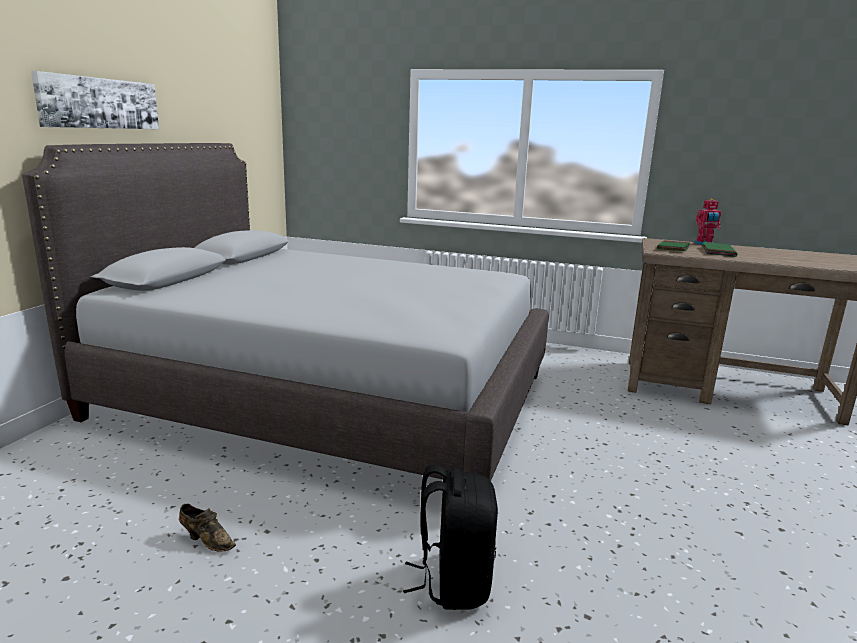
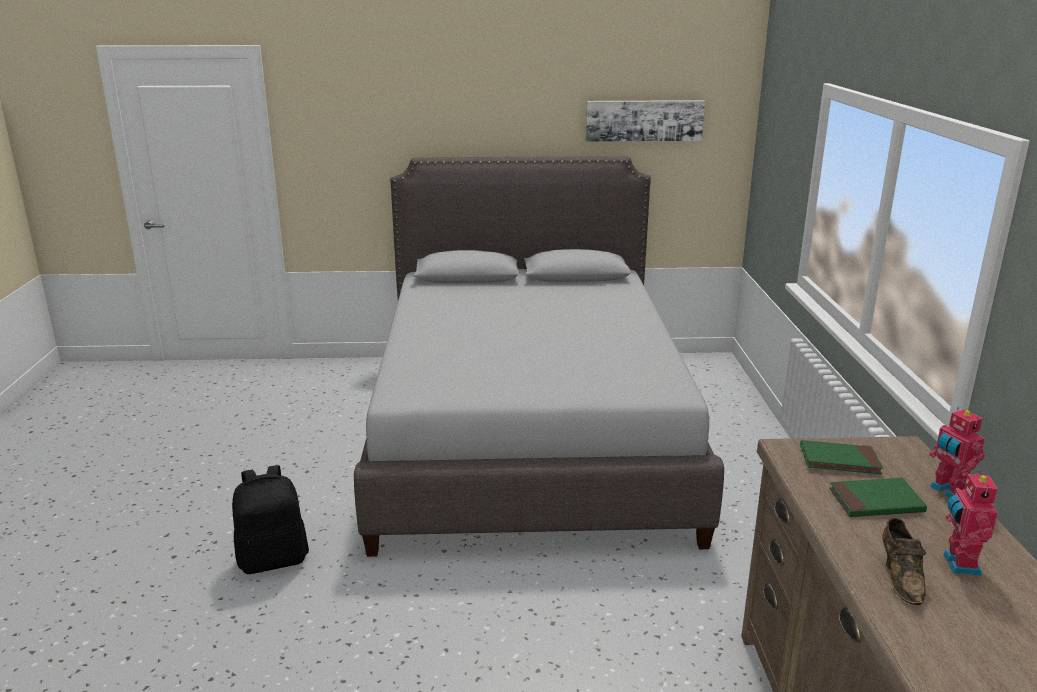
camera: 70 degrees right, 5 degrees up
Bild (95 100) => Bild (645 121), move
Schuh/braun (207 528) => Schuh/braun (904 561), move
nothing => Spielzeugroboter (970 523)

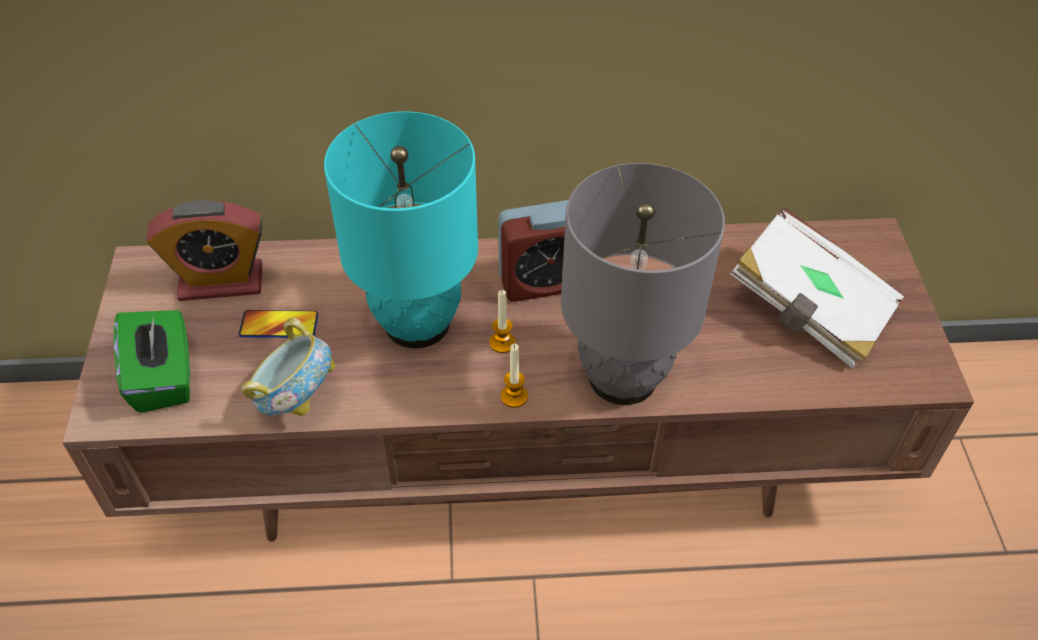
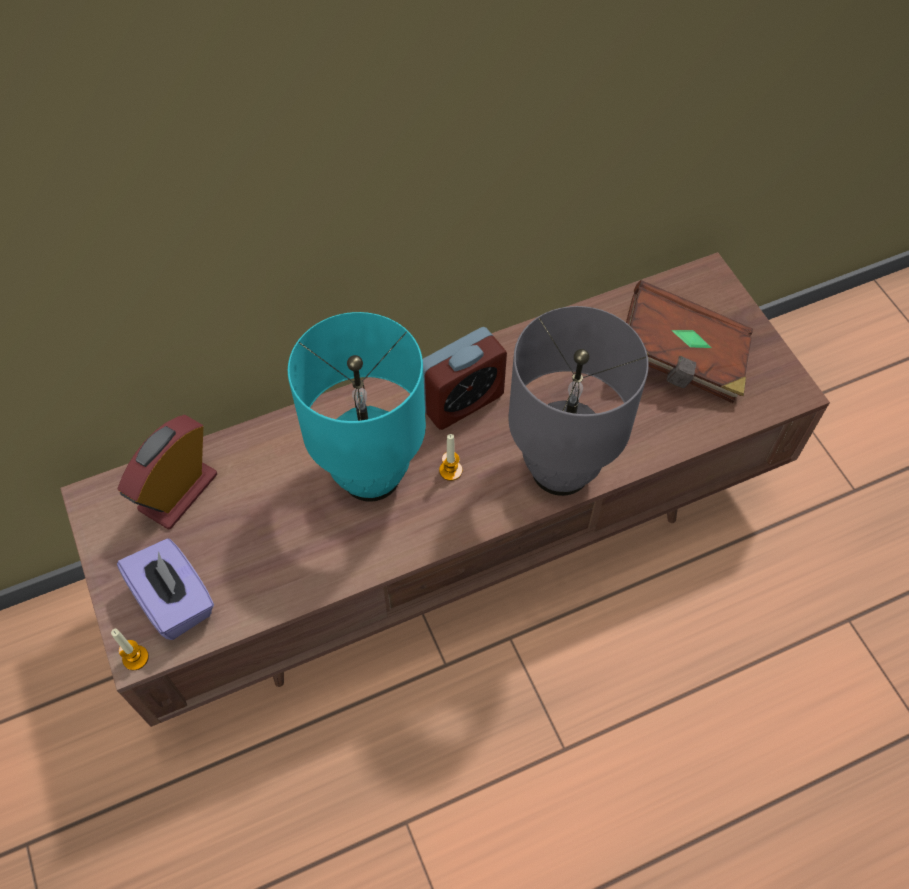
camera: 20 degrees left, 10 degrees up
Wecker (205 250) => Wecker (167 472), 150 degrees clockwise
Buch/weiß (817 287) => Buch/braun (689 341)
Taschentuchbox/grün (152 361) => Taschentuchbox/lila (165 589)
Handy (278 324) => nothing
Schüssel (288 367) => nothing
Kerze (514 376) => Kerze (130 649), move

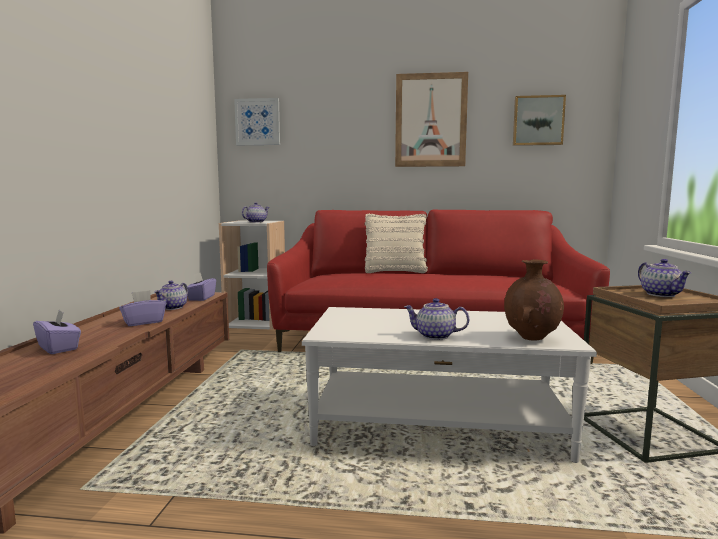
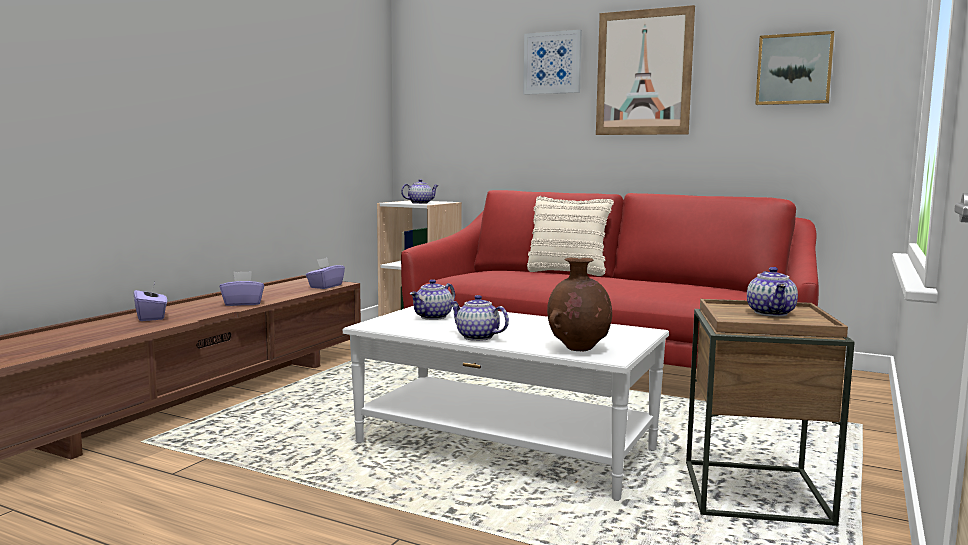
camera: 20 degrees right, 0 degrees up
Bild (257 121) => Bild (552 62), move
Teekanne (171 295) => Teekanne (432 299), move

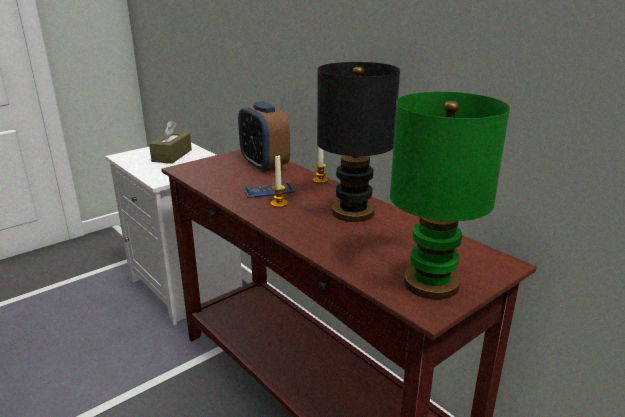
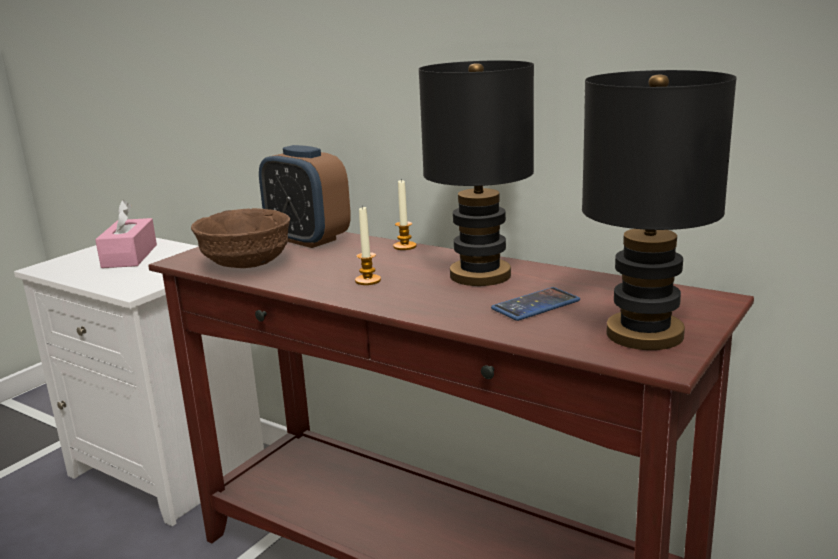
camera: 15 degrees left, 5 degrees down
Tischlampe/grün (450 195) => Tischlampe/schwarz (659 210)
Taschentuchbox/braun (170 142) => Taschentuchbox/rosa (126 234)
Handy (269 190) => Handy (535 304), move
nothing => Schüssel/braun (240 238)

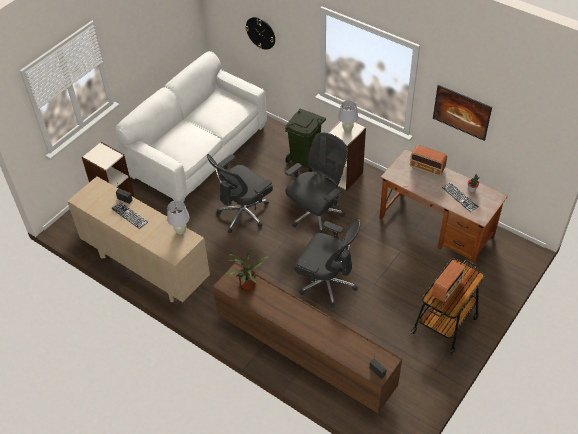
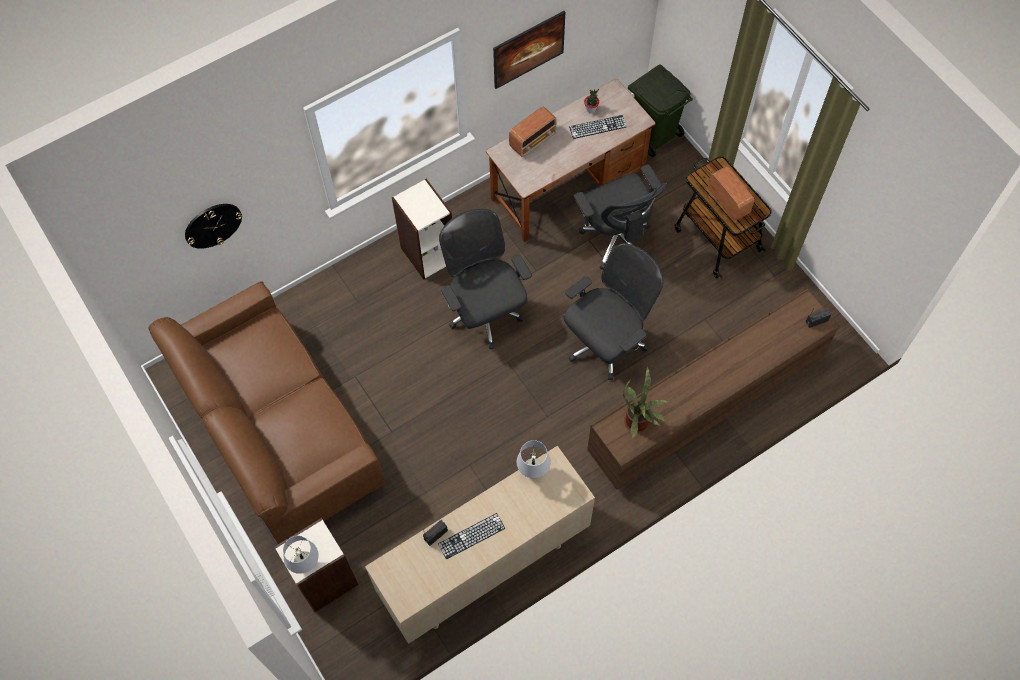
camera: 70 degrees left, 15 degrees up
Sofa/weiß (191 126) => Sofa/braun (267 412)
Tischlampe/weiß (348 116) => Tischlampe/weiß (301 555), move
Mülleimer/grün (305 140) => Mülleimer/grün (660 110), move
Bürostuhl (240 193) => Bürostuhl (620 217), move

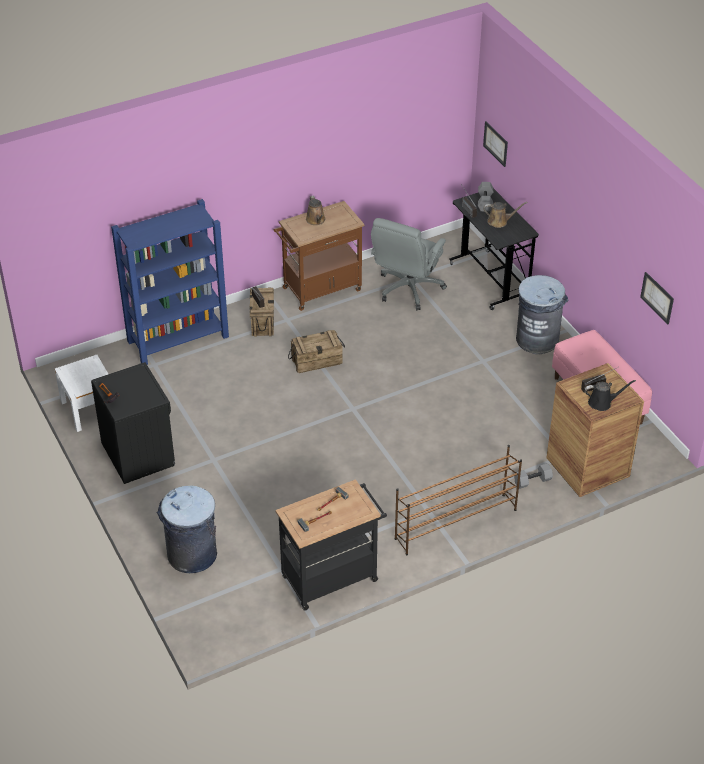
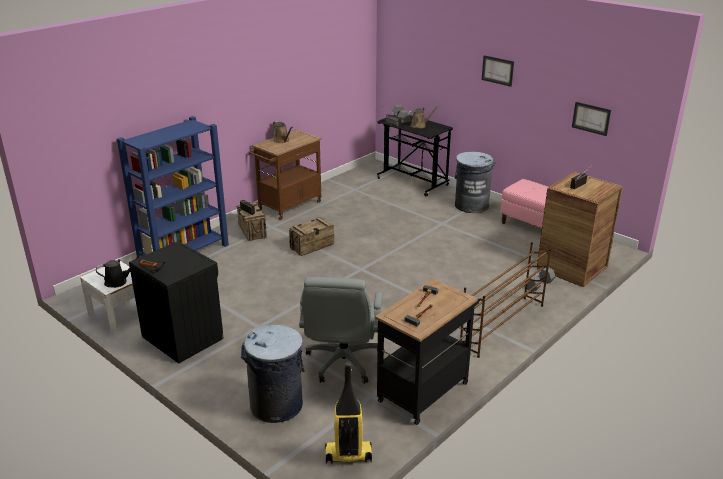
camera: 20 degrees left, 15 degrees down
Bild (495 144) => Bild (498 71), move
Bürostuhl/grau (409 264) => Bürostuhl/grau (341 330), move
Gießkanne/schwarz (610 395) => Gießkanne/schwarz (119 270), move
nothing => Staubsauger (348 413)

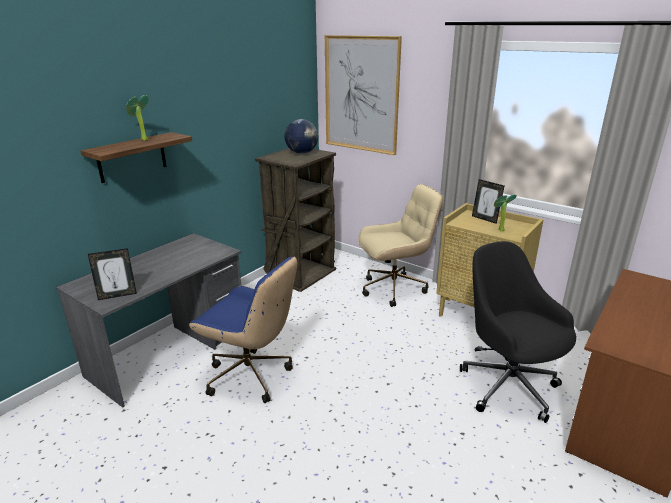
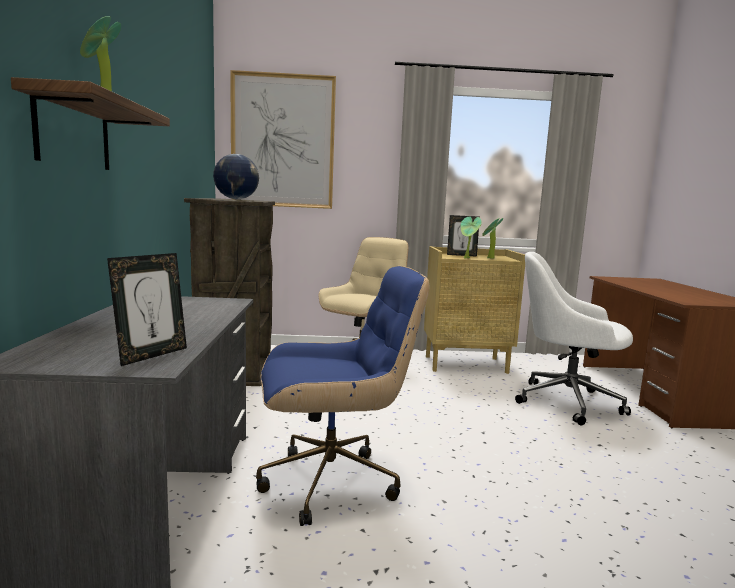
camera: 40 degrees left, 15 degrees down
Bürostuhl/schwarz (518 332) => Bürostuhl/weiß (574 338)
nothing => Topfpflanze (471 237)

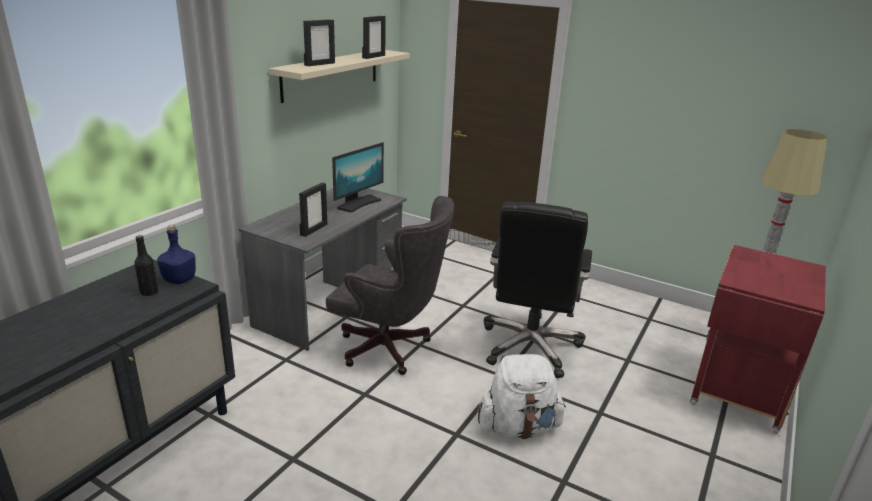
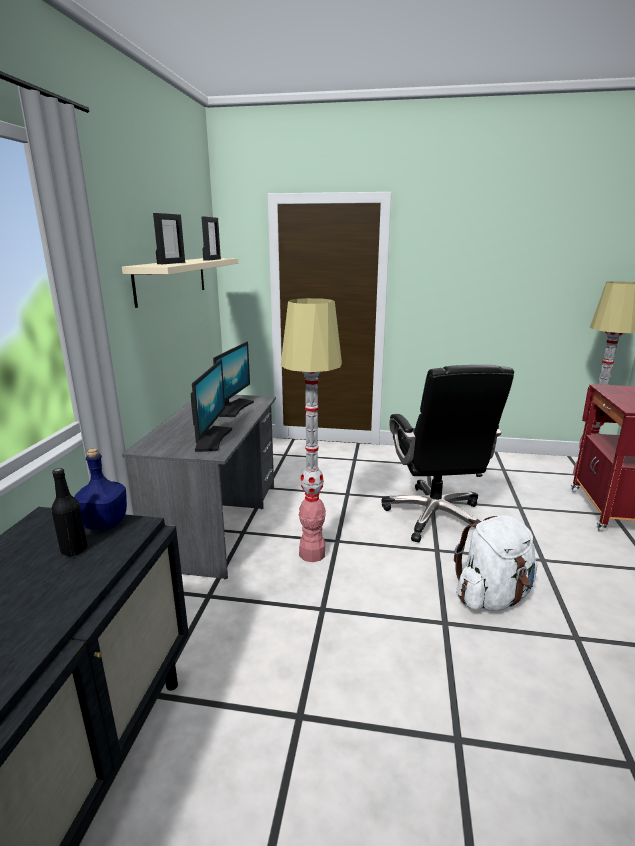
camera: 20 degrees left, 5 degrees down
Bilderrahmen (313 209) => Monitor (211 405)
Bürostuhl/grau (390 285) => Stehlampe (311 430)

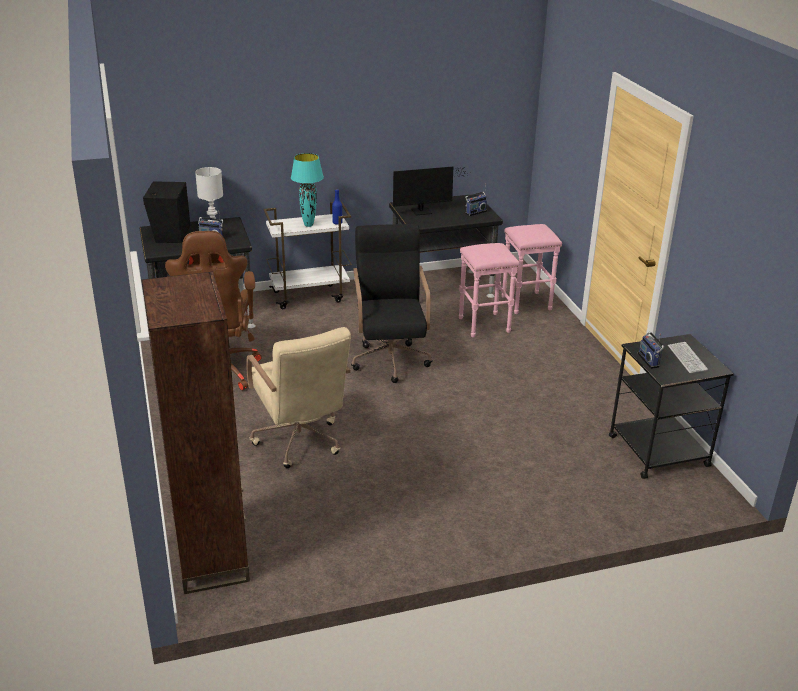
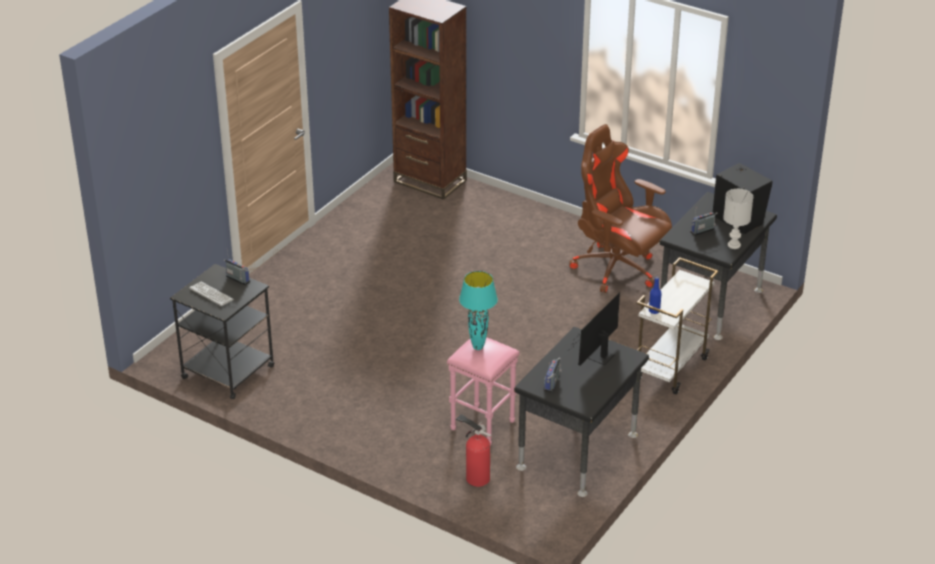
camera: 140 degrees right, 5 degrees up
Tischlampe/türkis (307 190) => Tischlampe/türkis (478 310), move
Bürostuhl/schwarz (392 303) => nothing
Hocker/rosa (532 269) => Feuerlöscher (473 450)
Bürostuhl/beige (298 397) => nothing

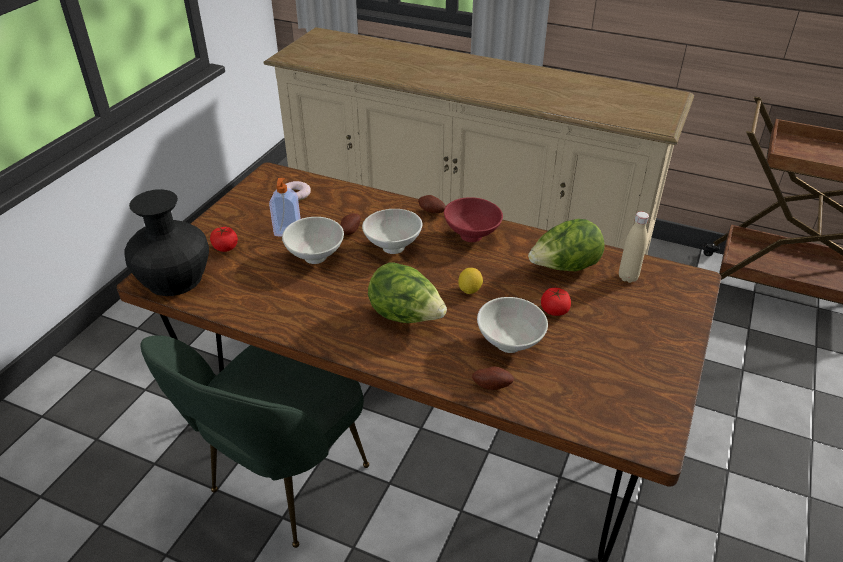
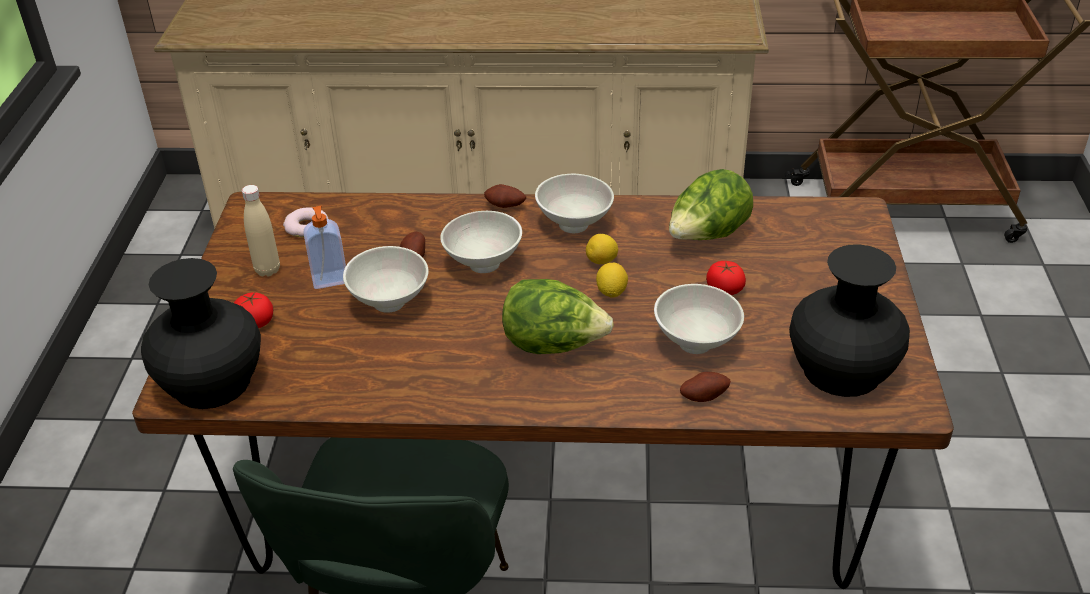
camera: 20 degrees left, 0 degrees up
Schüssel/rot (473 219) => Schüssel/weiß (574 203)
Flasche/beige (634 247) => Flasche/beige (261 230), move
nothing => Zitrone (602 249)
nothing => Vase/schwarz (849 320)

